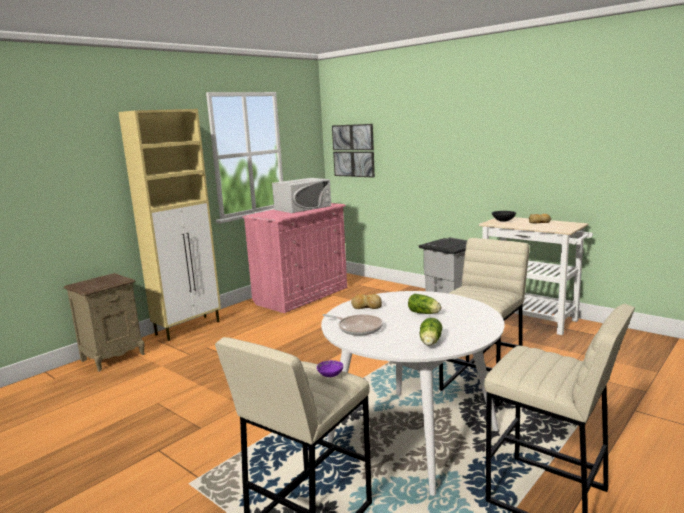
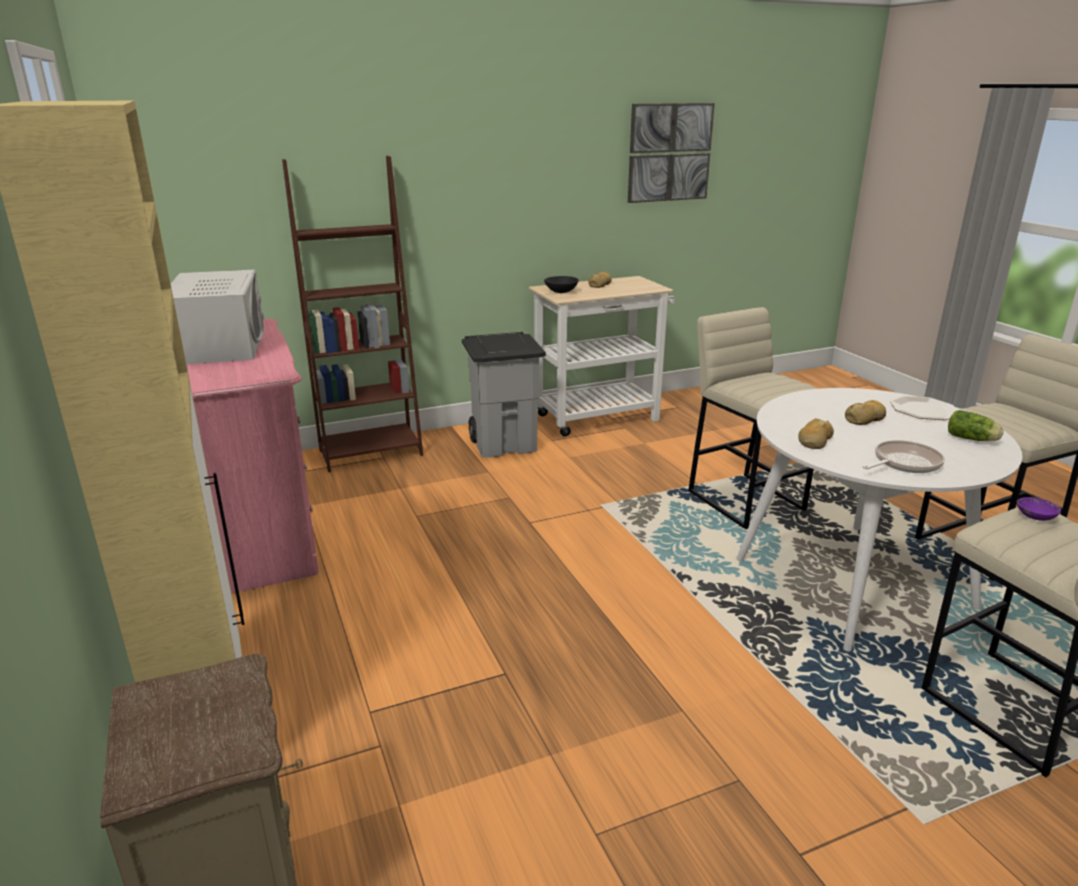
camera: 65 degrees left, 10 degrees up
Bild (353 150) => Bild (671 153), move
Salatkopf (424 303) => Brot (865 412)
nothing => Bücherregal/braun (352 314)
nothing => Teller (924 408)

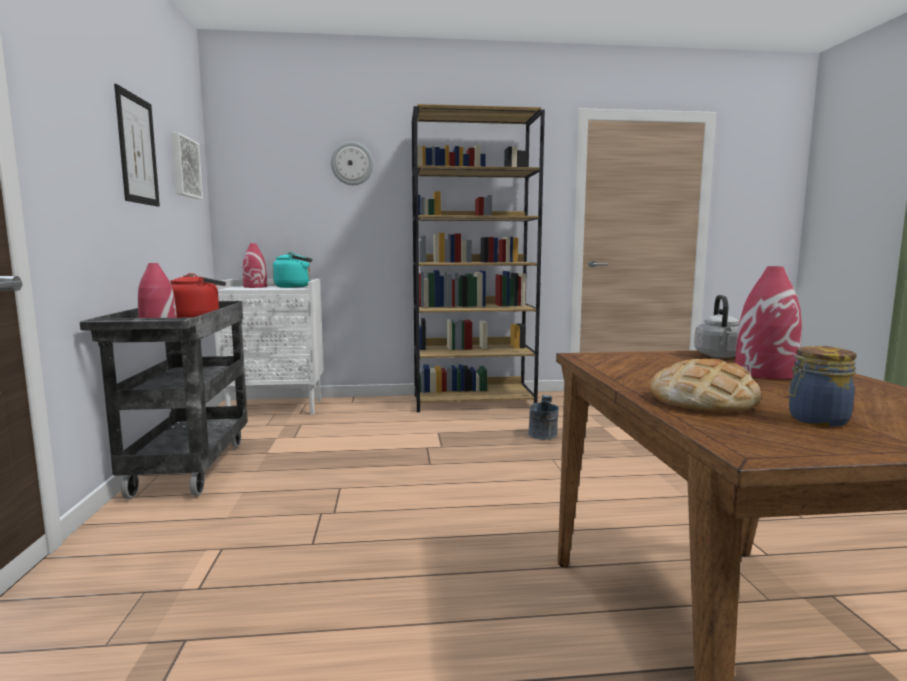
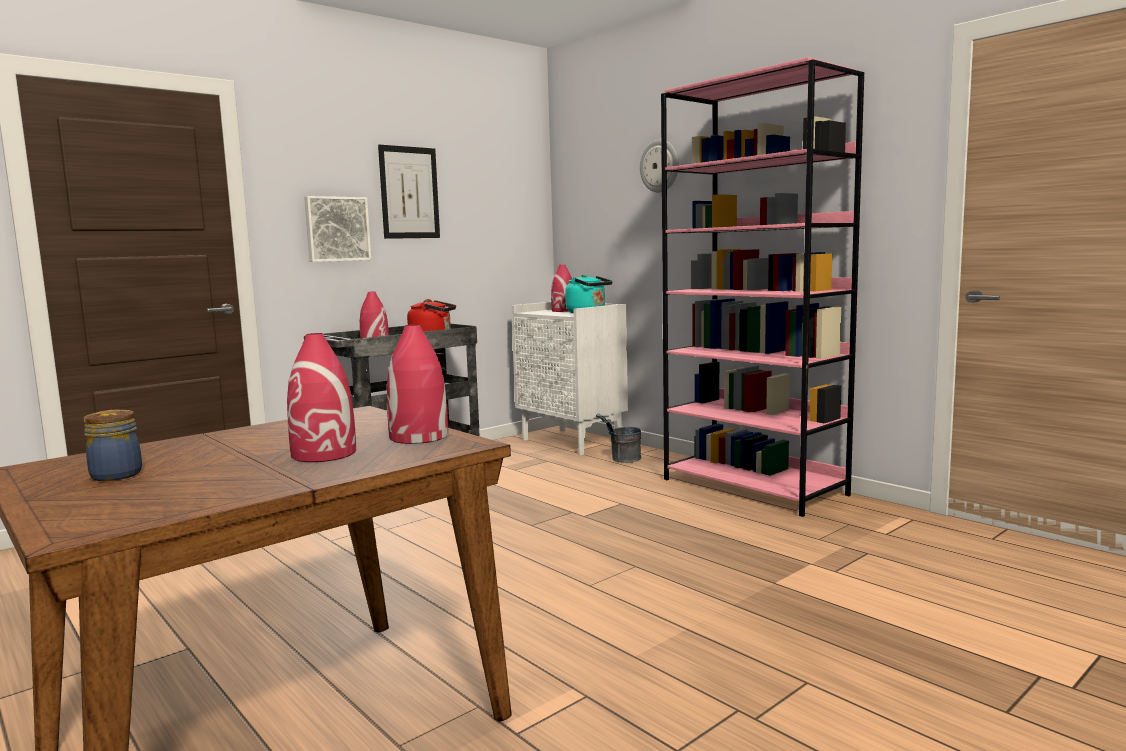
camera: 55 degrees right, 0 degrees up
Bücherregal/braun (478 258) => Bücherregal/rosa (762 287)
Bild (187 165) => Bild (337 229), move
Wasserkessel/grau (717 326) => Vase/rot (417 384)
Brot (705 386) => nothing
Eimer/grau (543 417) => Eimer/grau (618 438), move

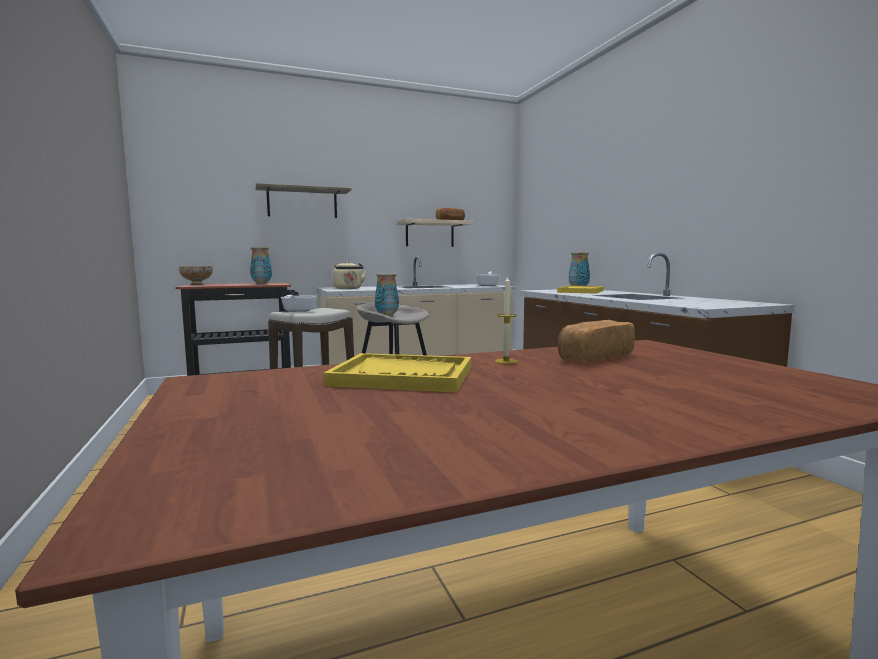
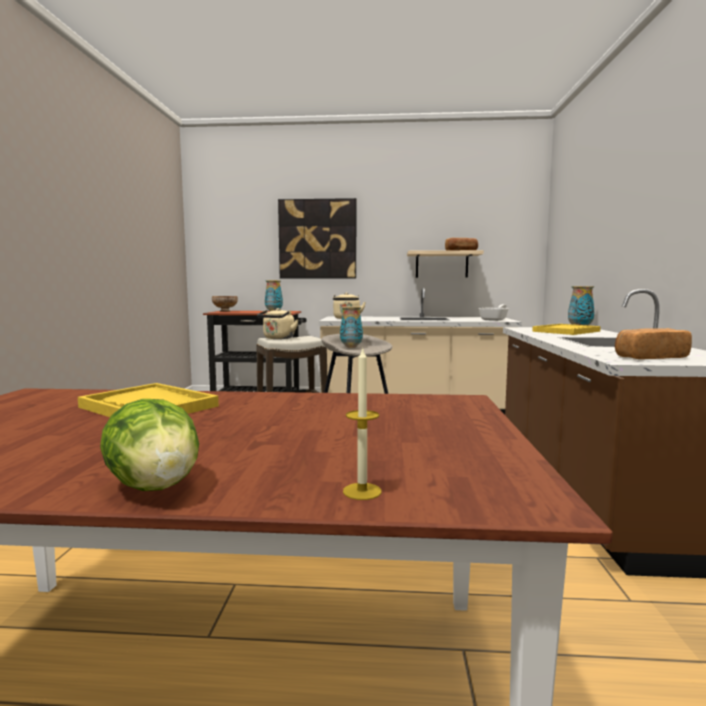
camera: 25 degrees right, 0 degrees up
Wandregal (303 200) => Bild (317 238)
Kerze (506 319) => Kerze (362 423), move
Pfanne (299 303) => Wasserkessel/beige (277 323)
Brot (596 341) => Brot (653 343), move
nothing => Salatkopf (149 445)

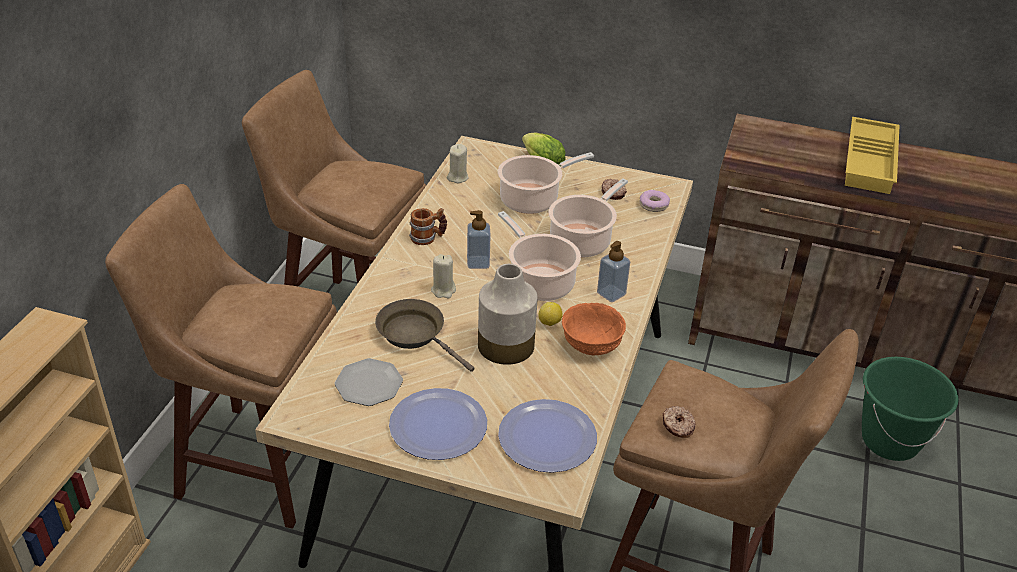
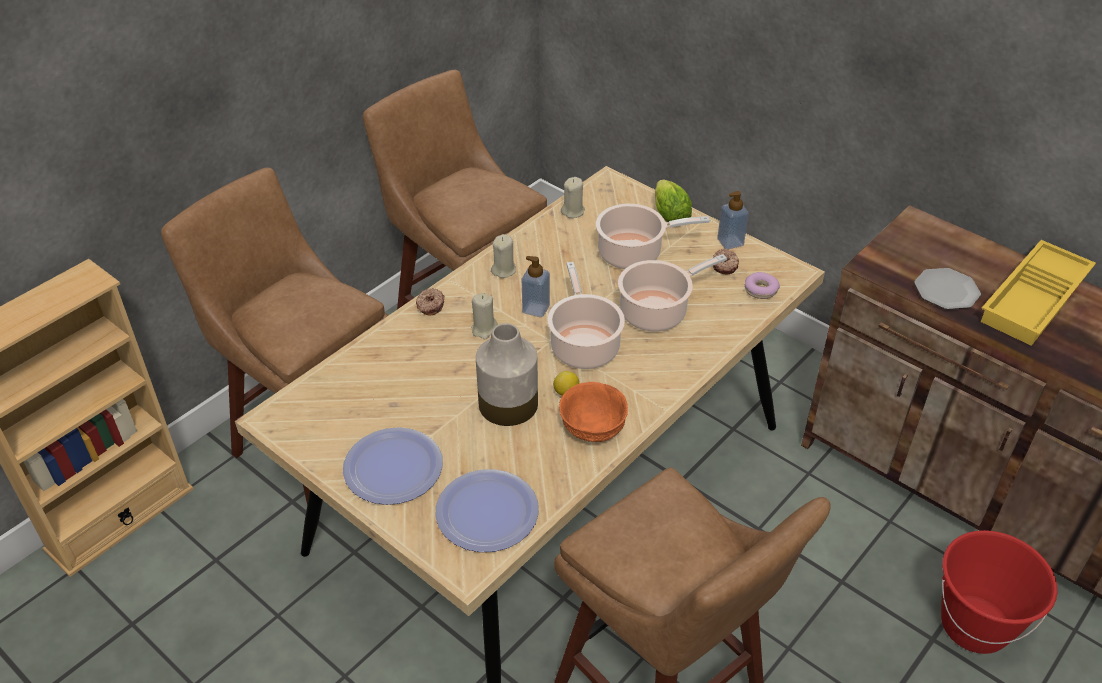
camera: 25 degrees right, 5 degrees up
Henkelbecher (428 226) => Kerze/beige (503 256)
Seifenspender (613 271) => Seifenspender (733 220), move
Pfanne/braun (425 335) => nothing
Eimer/grün (910 409) => Eimer/rot (999 592)
Teller (369 382) => Teller (947 288), move
Donut (679 422) => Donut (430 302), move

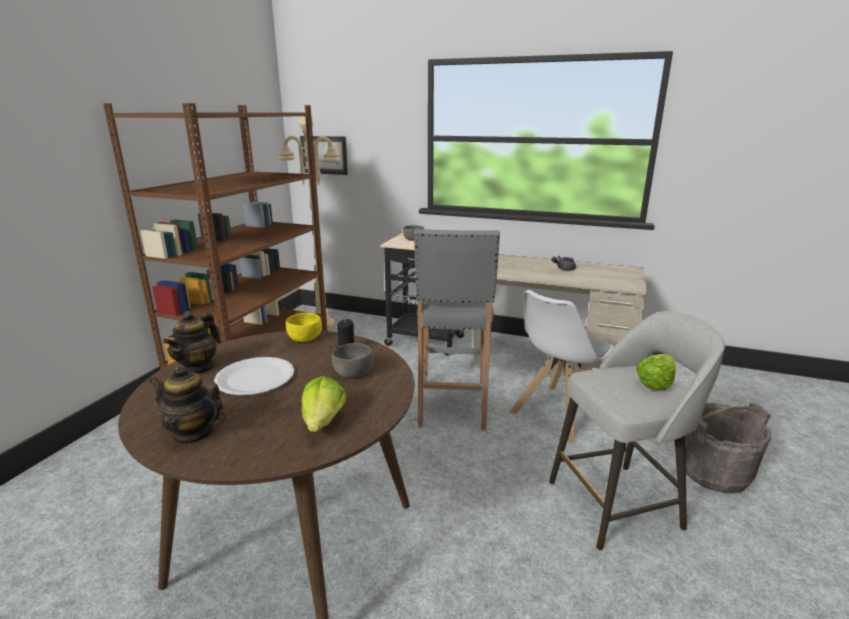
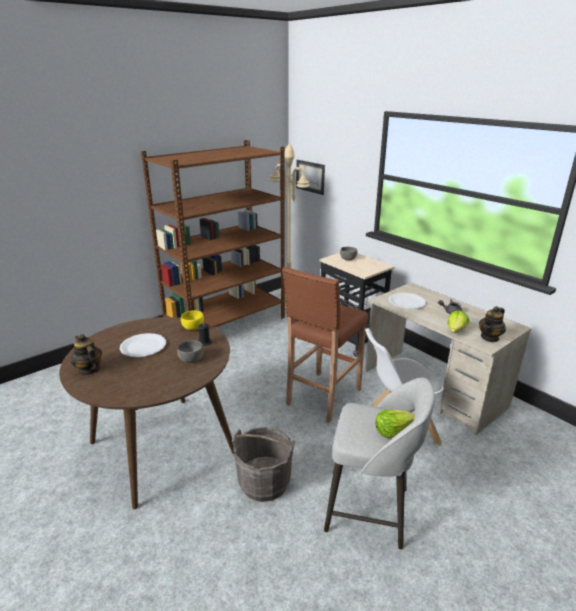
camera: 30 degrees right, 5 degrees up
Hocker/grau (457 329) => Hocker/braun (325 345)
Teekanne (190 343) => Teekanne (492 324), move
Salatkopf (324 404) => Salatkopf (458 321), move
Eimer/grau (728 448) => Eimer/grau (263 464), move
nothing => Teller/weiß (407 301)

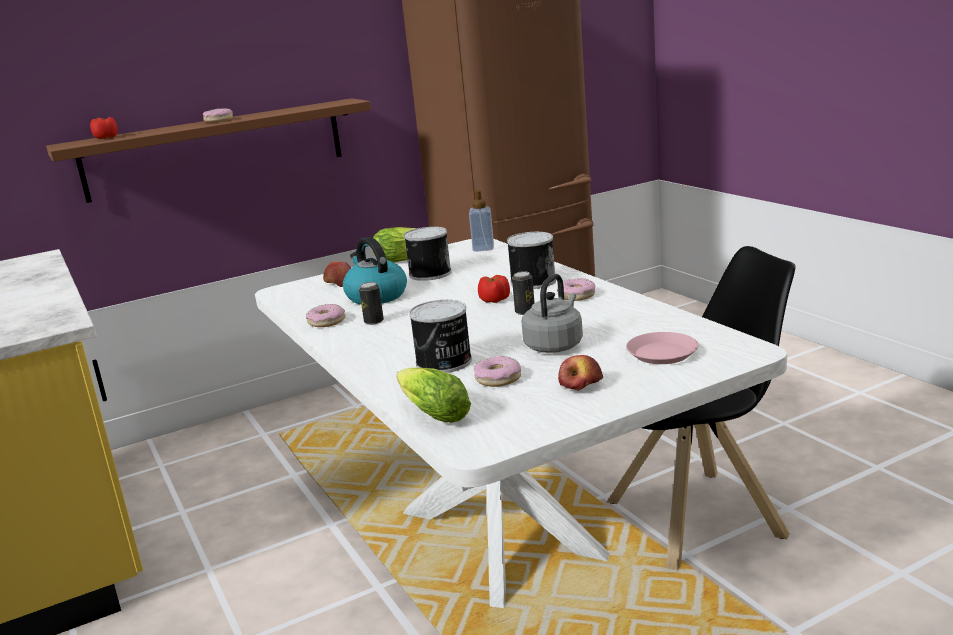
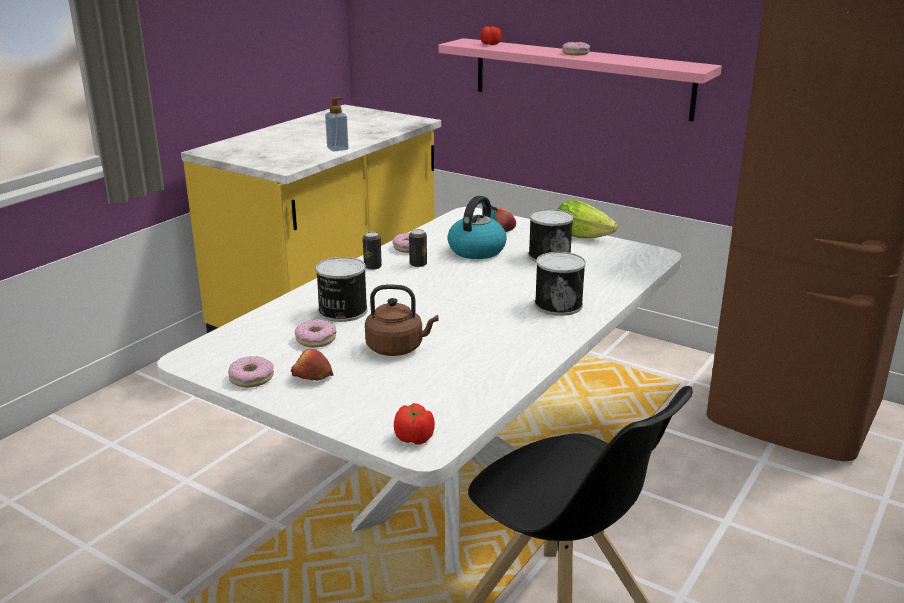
camera: 60 degrees right, 5 degrees up
Wandregal/braun (208 150) => Wandregal/rosa (580 79)
Seifenspender (481 220) => Seifenspender (337 124), move
Dose (523 293) => Dose (372 251), move
Wasserkessel/grau (552 313) => Wasserkessel/braun (401 320)
Tomate (494 289) => Tomate (414 424), move
Donut (576 289) => Donut (251 371), move
Teller/rosa (662 348) => nothing
Salatkopf (433 395) => nothing

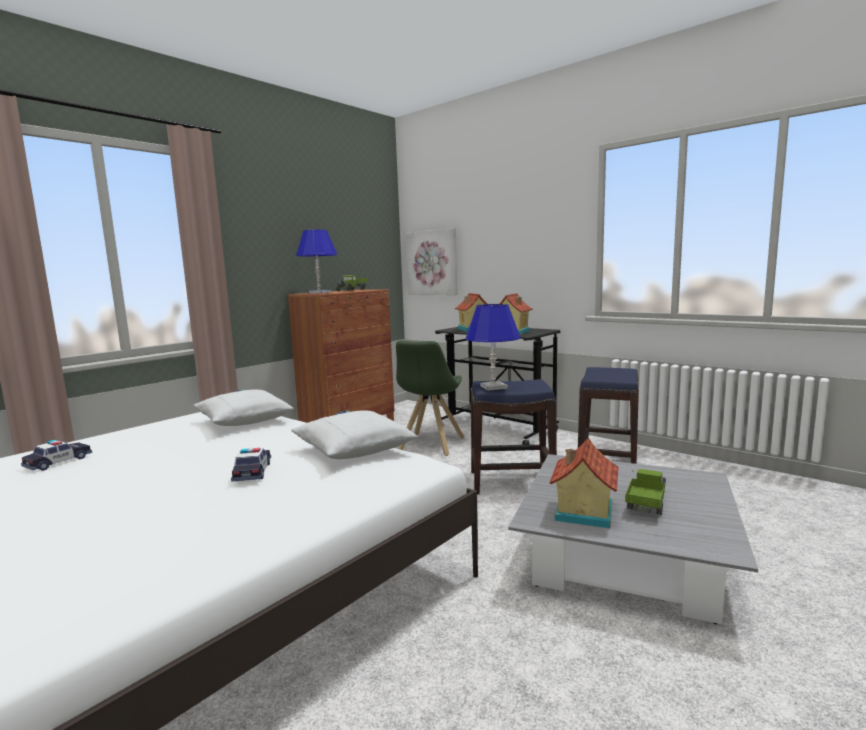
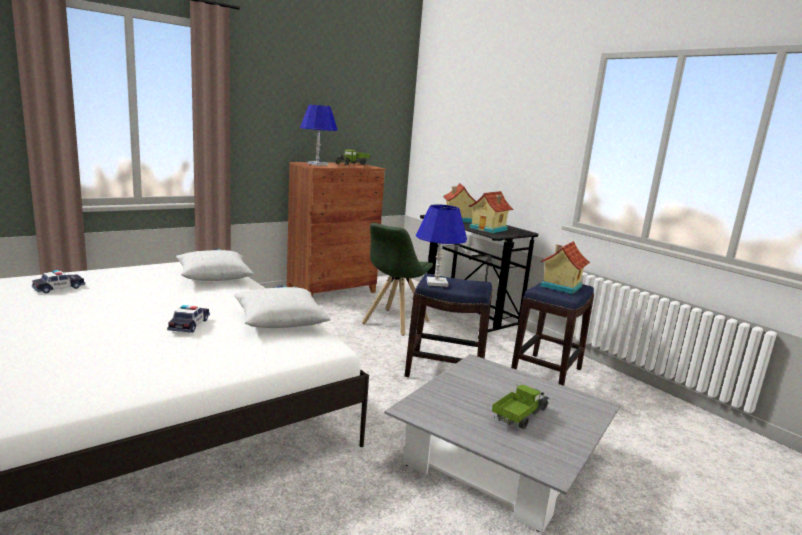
camera: 10 degrees right, 5 degrees up
Bild (432 261) => nothing
Spielzeughaus (584 483) => Spielzeughaus (565 267), move

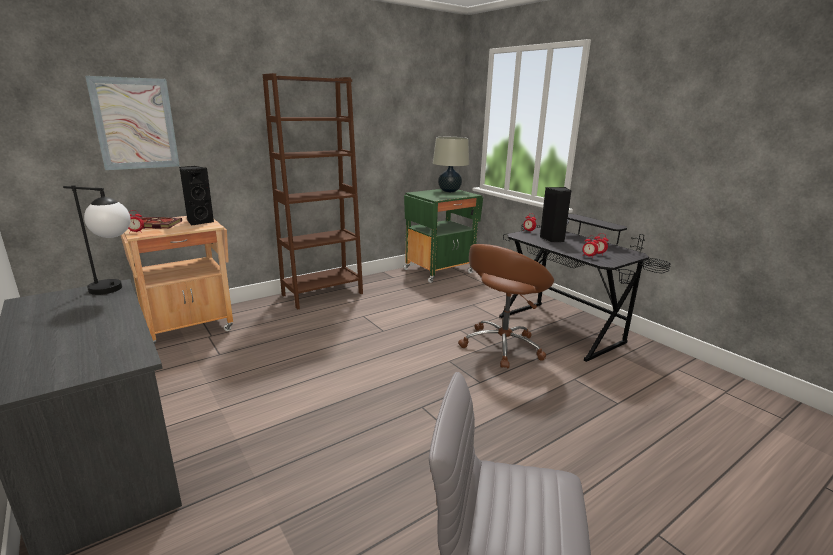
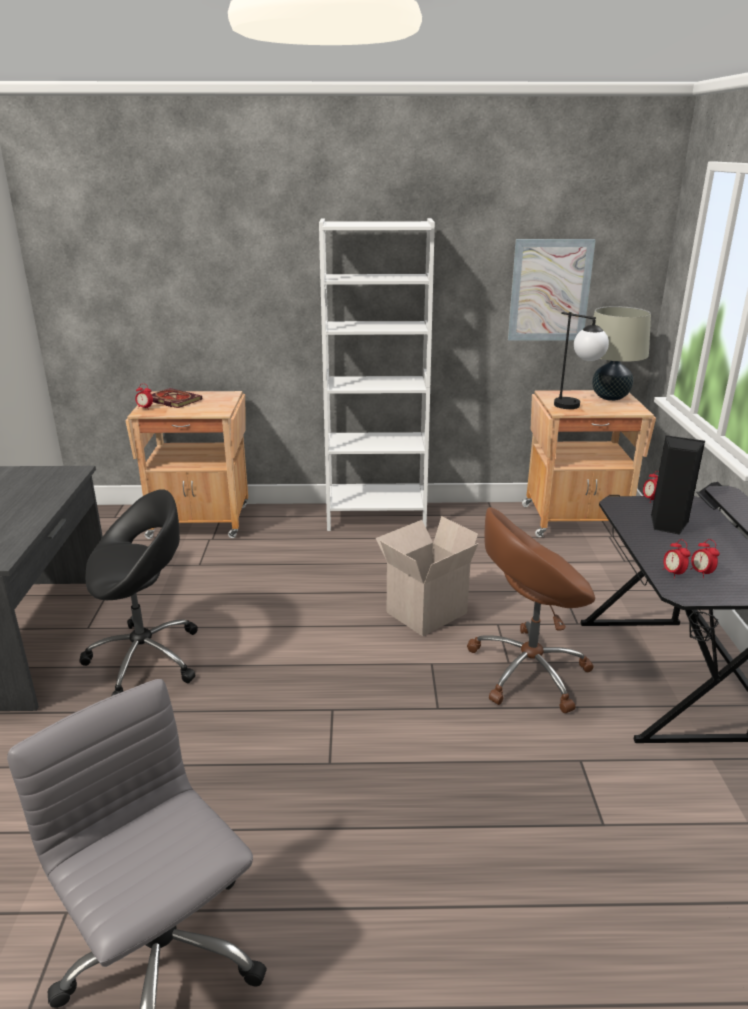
camera: 35 degrees right, 5 degrees up
Bücherregal/braun (313 191) => Bücherregal/weiß (377 374)
Bild (132 123) => Bild (552 290), move
Lautsprecher/schwarz (196 196) => nothing
Tischlampe (97 240) => Tischlampe (581 360), move
Rollwagen/grün (443 236) => Rollwagen/braun (589 463)
nothing => Bürostuhl/schwarz (139 592)
nothing => Karton (427 576)

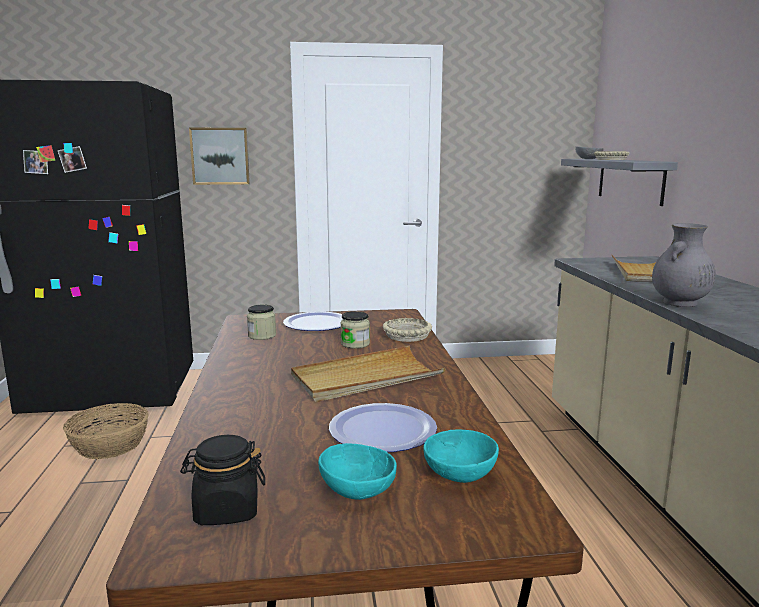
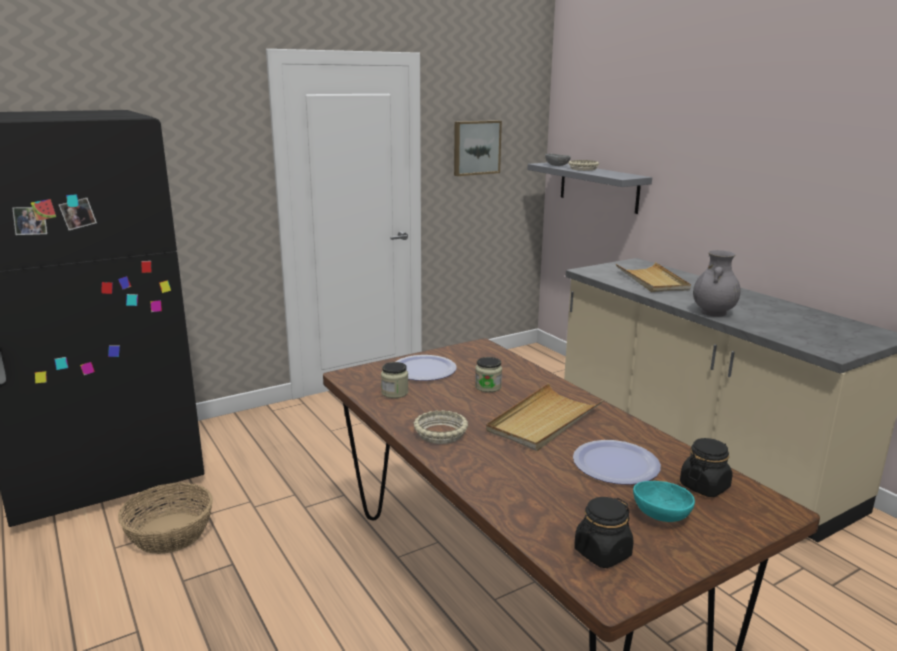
camera: 25 degrees left, 5 degrees up
Bild (219 156) => Bild (478 148), move
Schüssel/beige (407 330) => Schüssel/beige (440 427), move
Schüssel/türkis (461 456) => Vorratsglas/schwarz (706 467)

